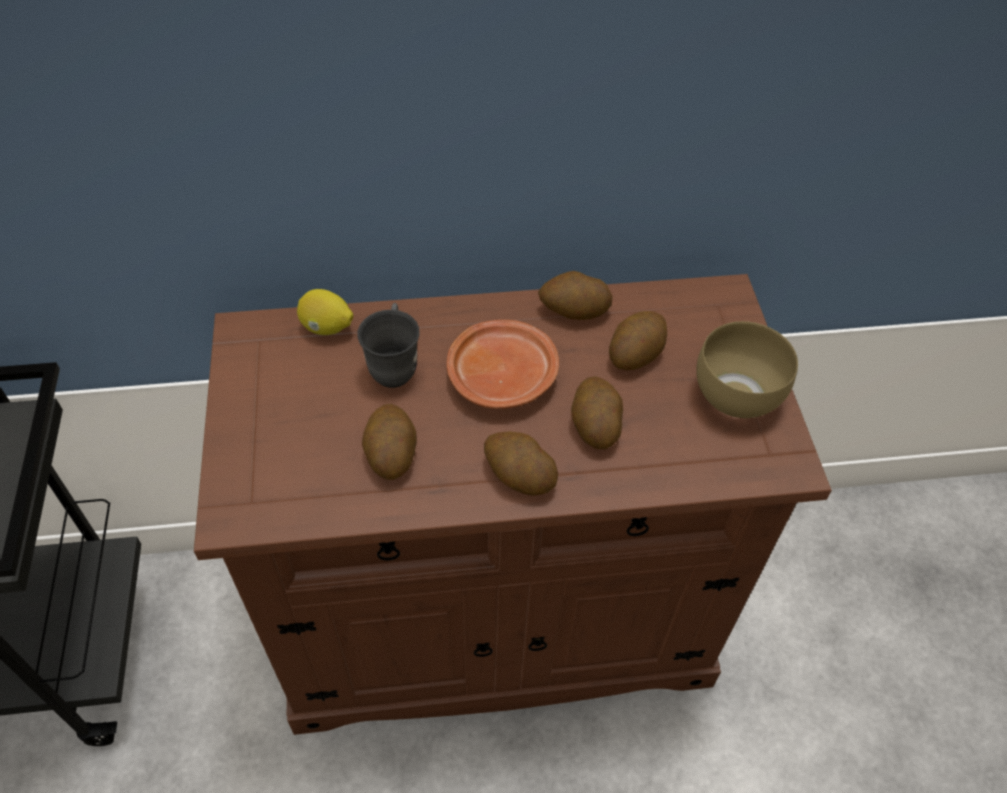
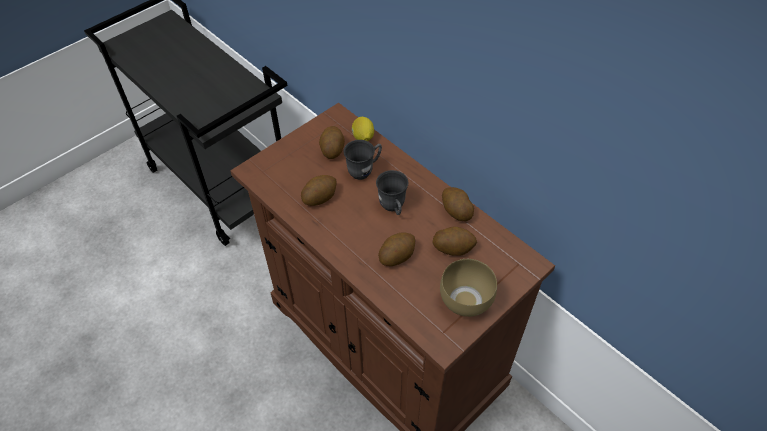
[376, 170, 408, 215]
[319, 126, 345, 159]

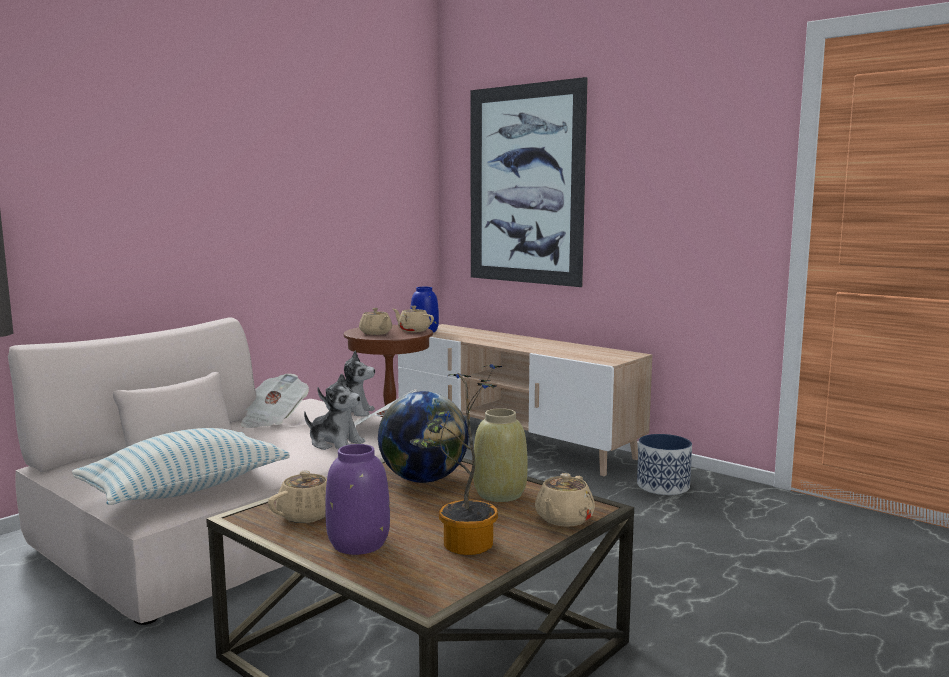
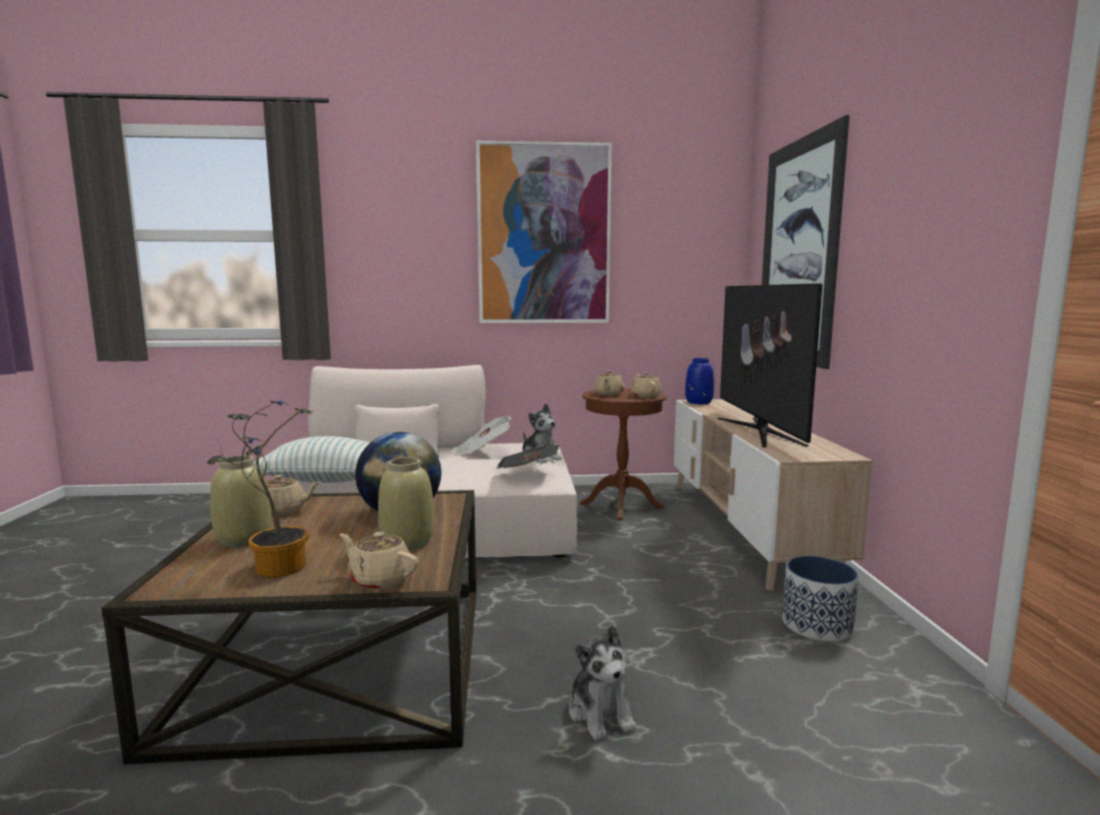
[569, 625, 637, 741]
[210, 455, 271, 547]
[340, 532, 419, 589]
[476, 141, 612, 323]
[717, 283, 823, 447]

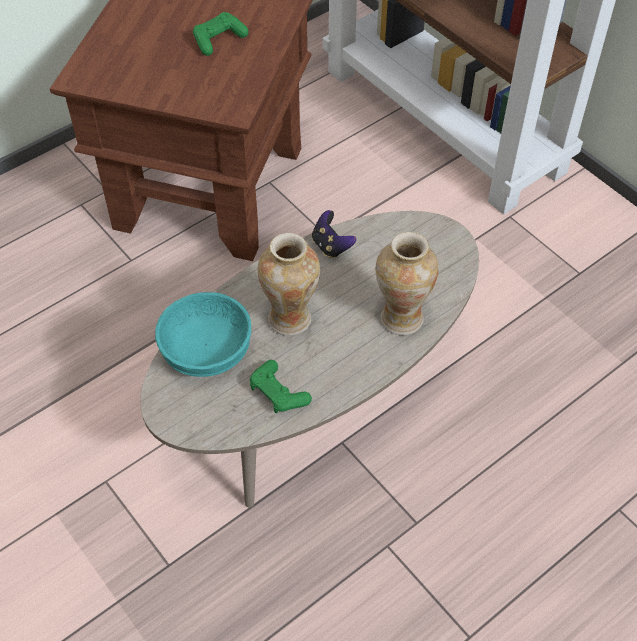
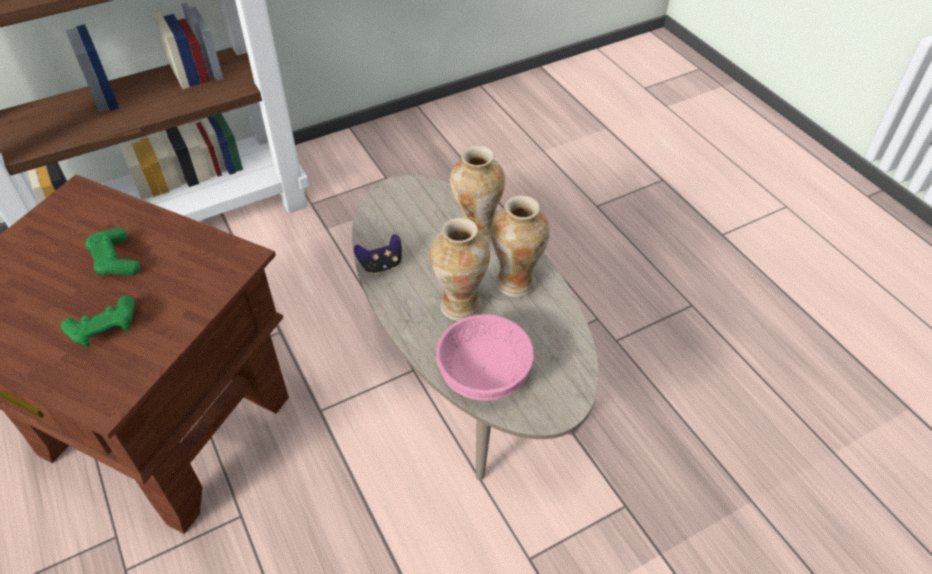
[436, 314, 534, 401]
[61, 296, 134, 347]
[491, 195, 550, 297]

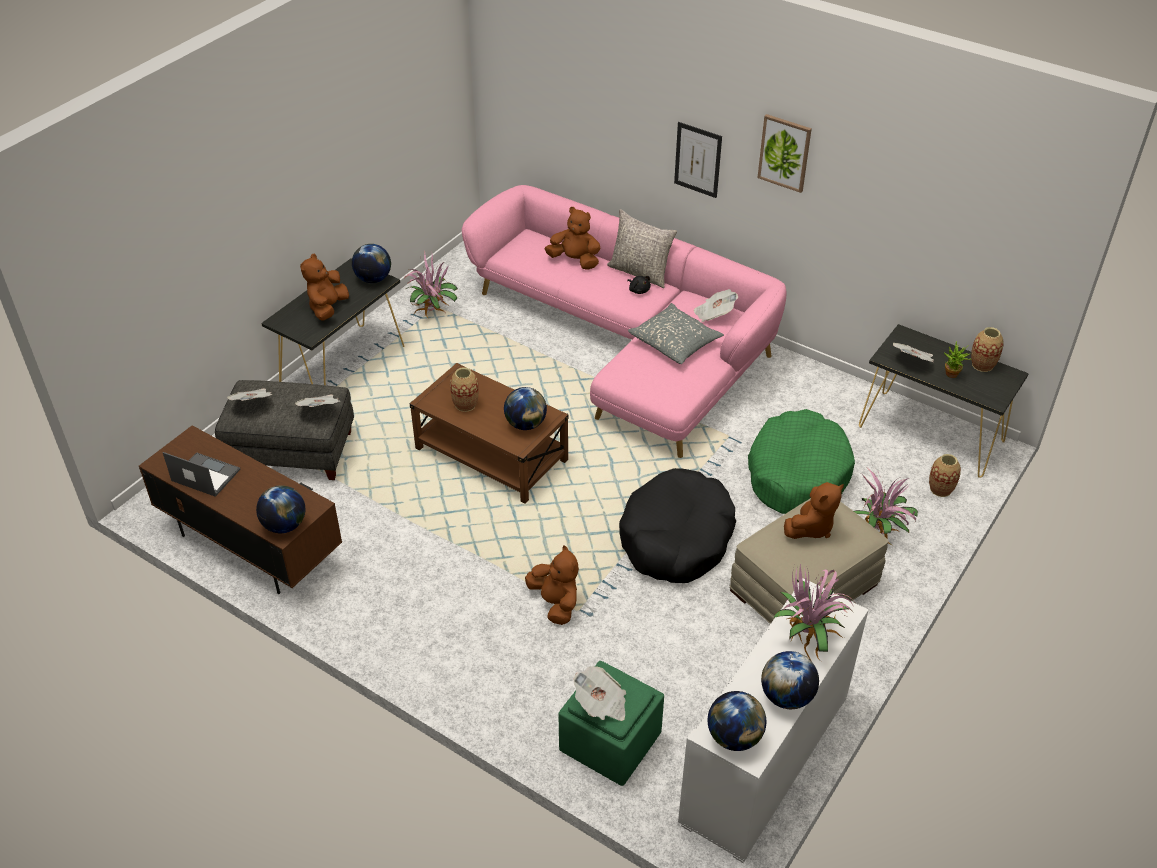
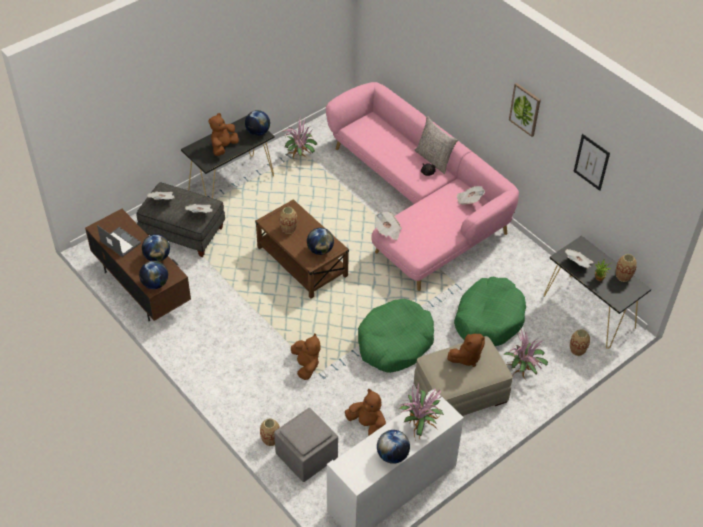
[345, 389, 386, 436]
[274, 408, 338, 482]
[375, 212, 402, 240]
[358, 299, 434, 373]
[628, 303, 724, 364] (first image)
[574, 134, 610, 191]
[142, 234, 170, 262]
[260, 418, 280, 446]

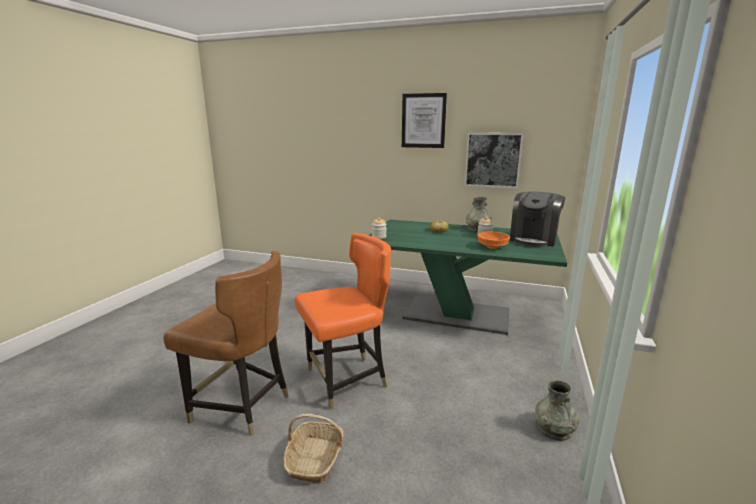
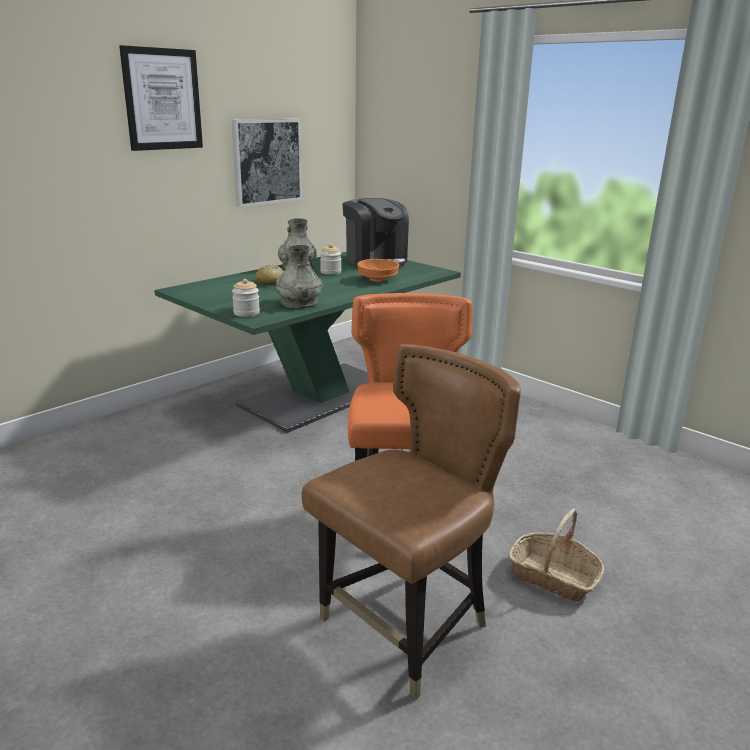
[276, 245, 323, 309]

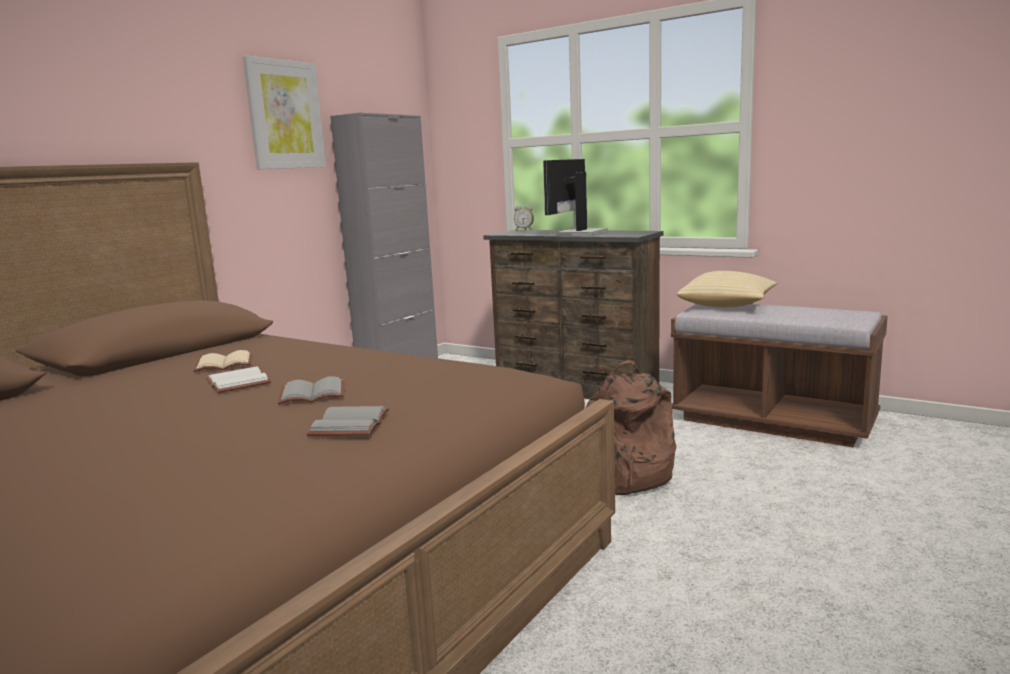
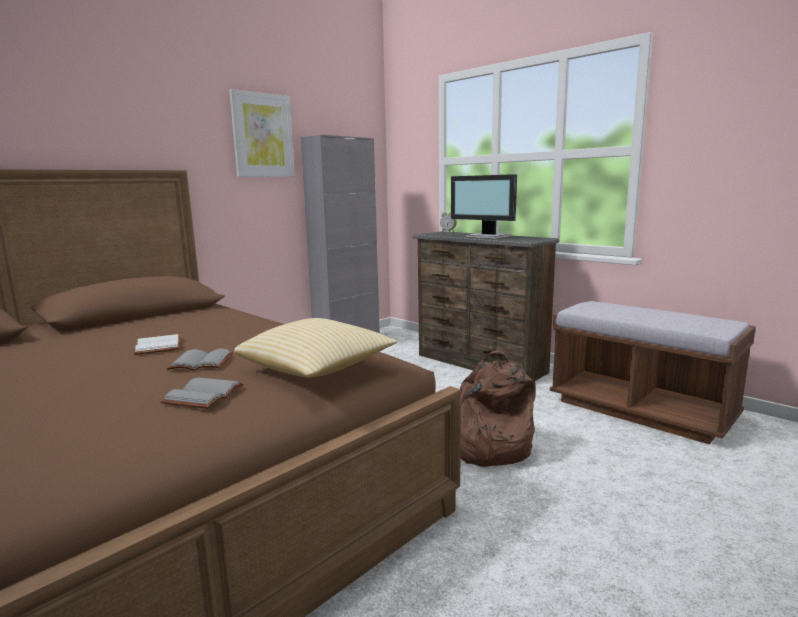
[194, 350, 253, 372] (first image)
[451, 174, 517, 239]
[234, 318, 397, 377]

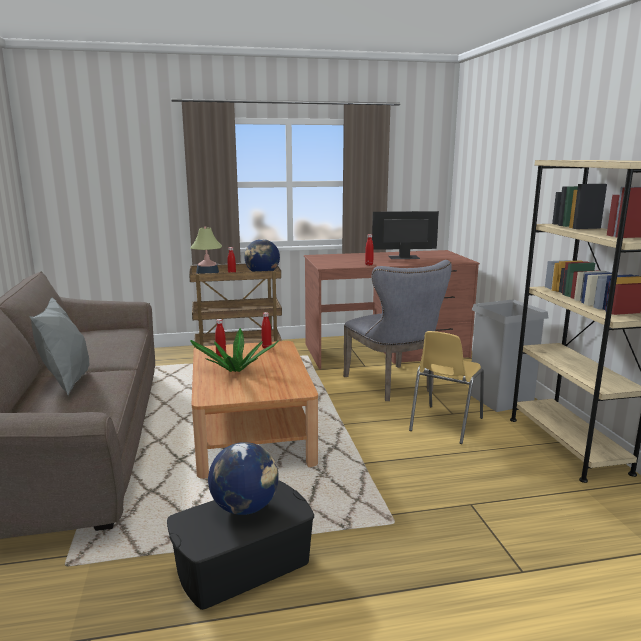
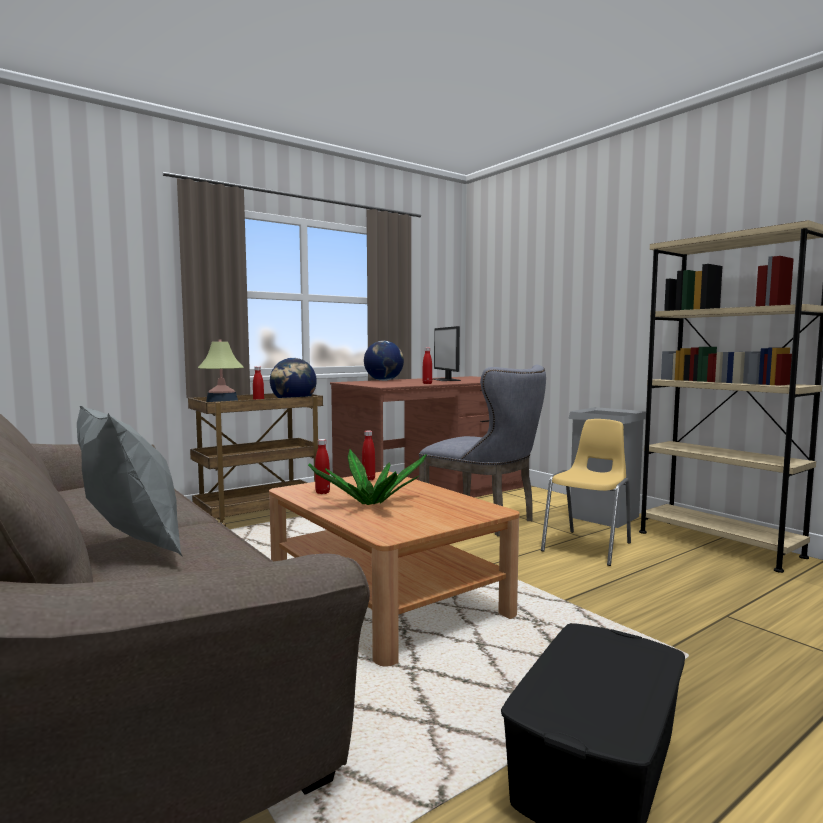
[364, 341, 404, 381]
[432, 326, 461, 381]
[541, 419, 631, 566]

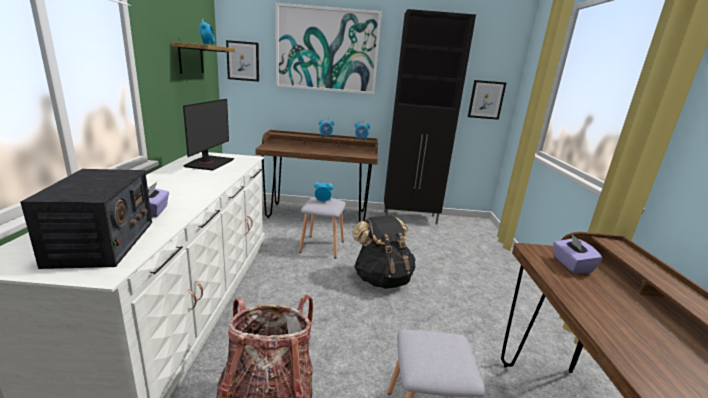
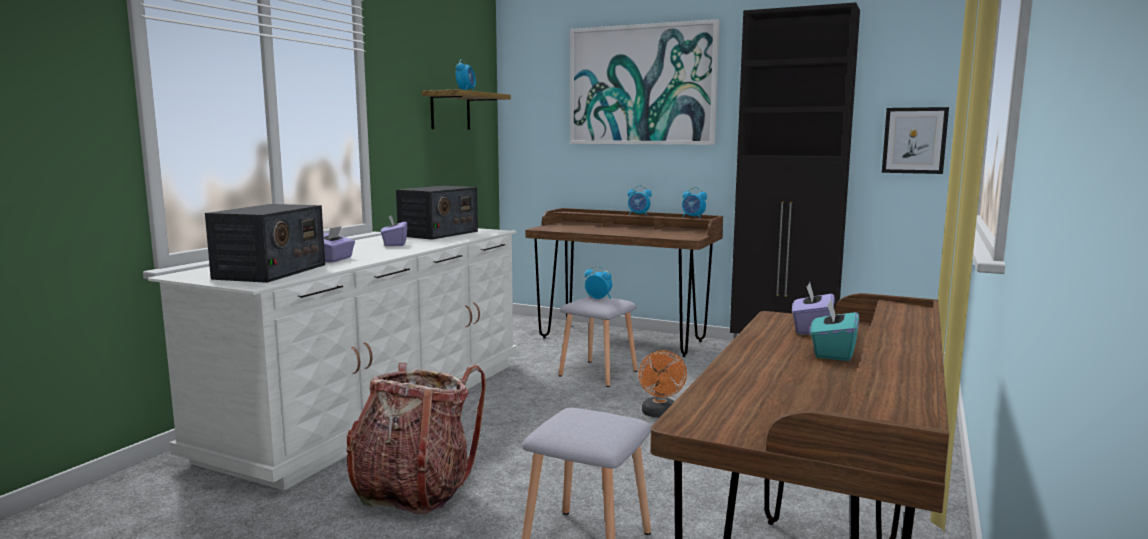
[396, 186, 478, 240]
[226, 40, 259, 82] (first image)
[639, 350, 687, 418]
[381, 215, 407, 246]
[811, 299, 859, 361]

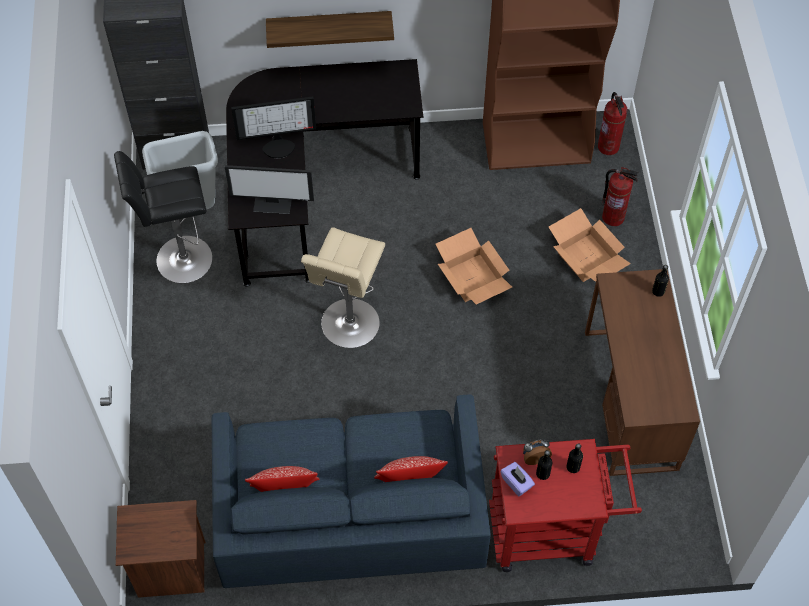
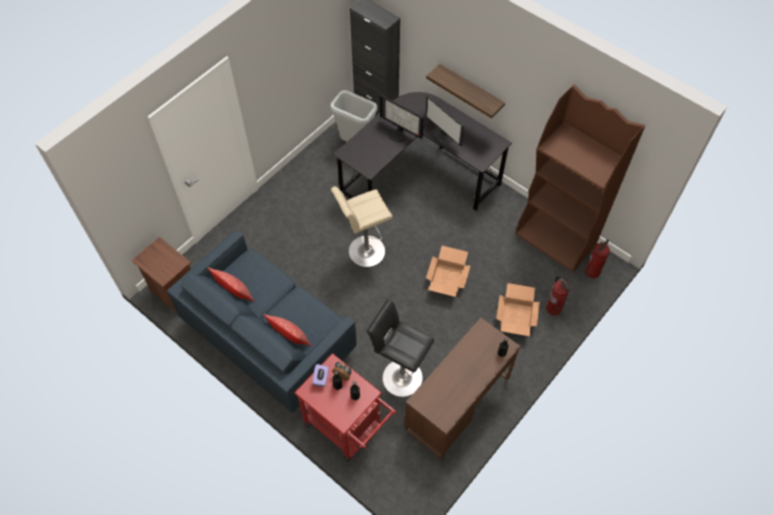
[367, 299, 434, 397]
[425, 95, 464, 146]

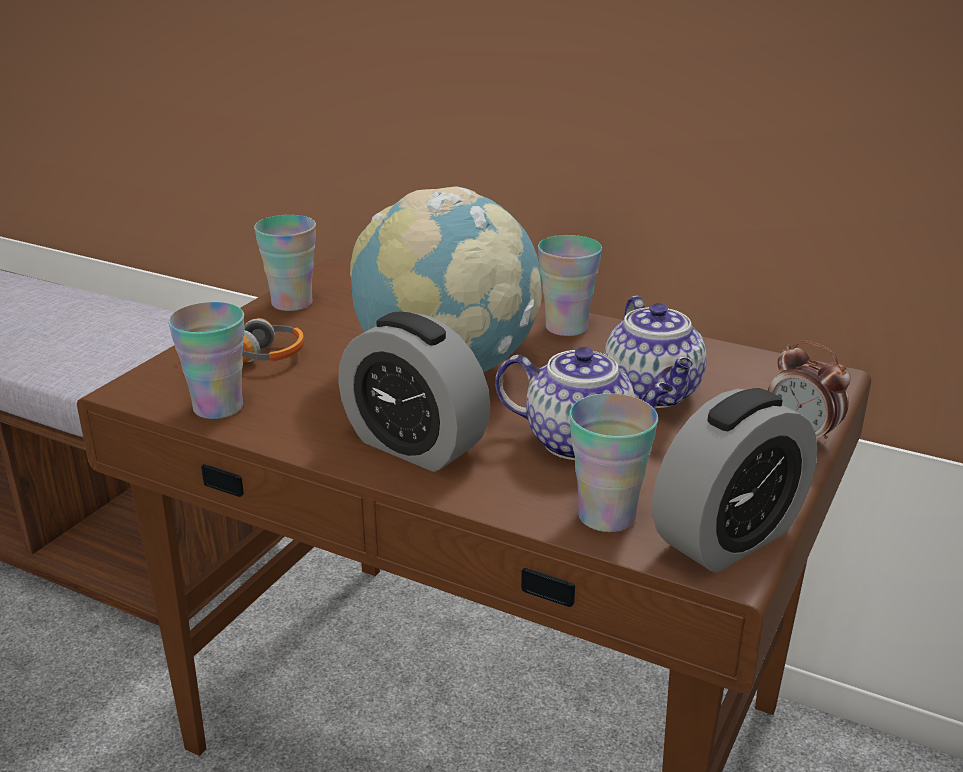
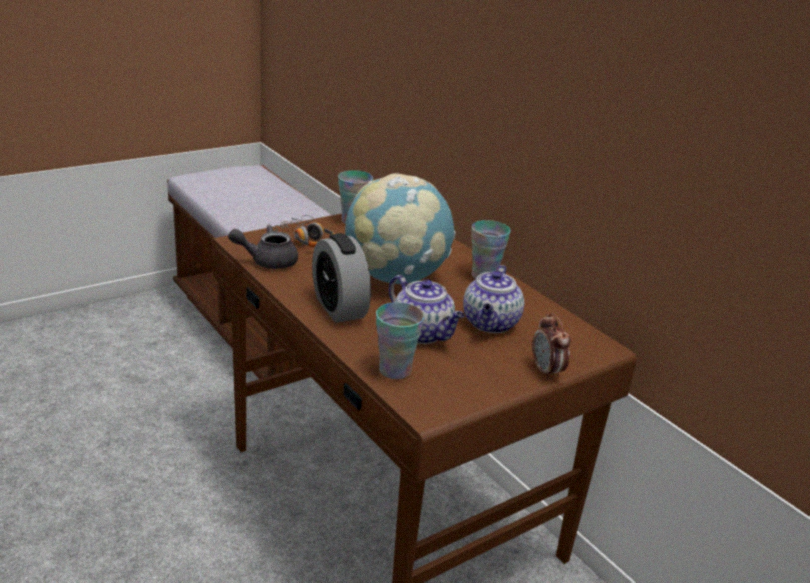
[228, 225, 298, 269]
[652, 388, 818, 573] (first image)

